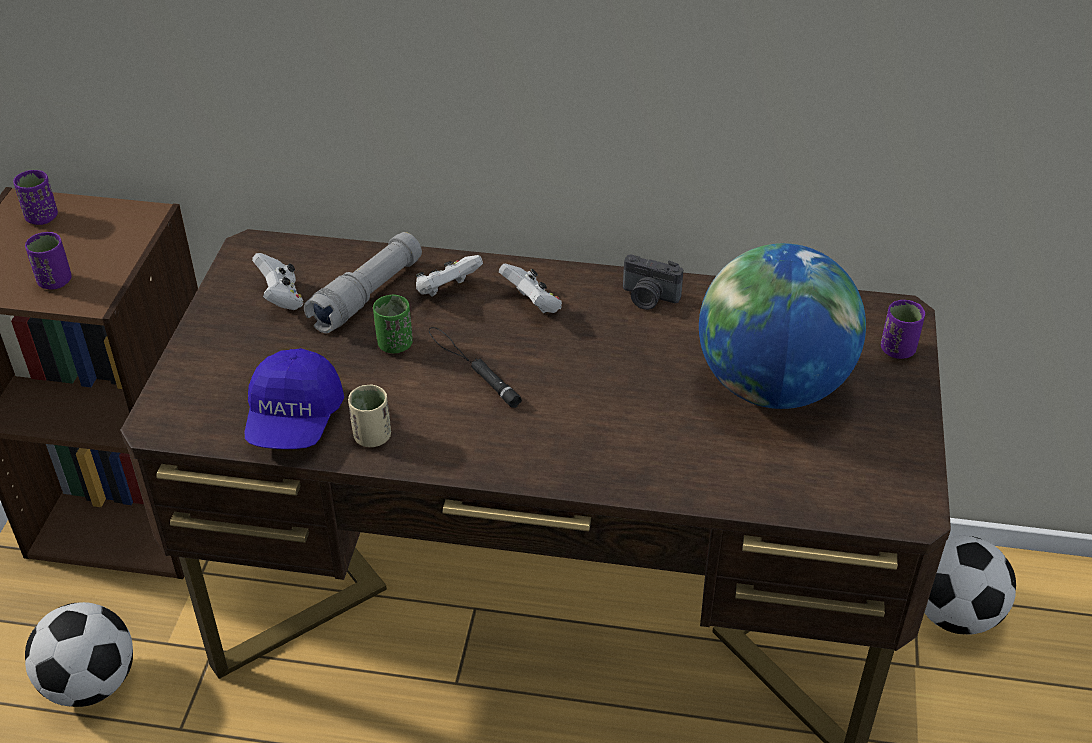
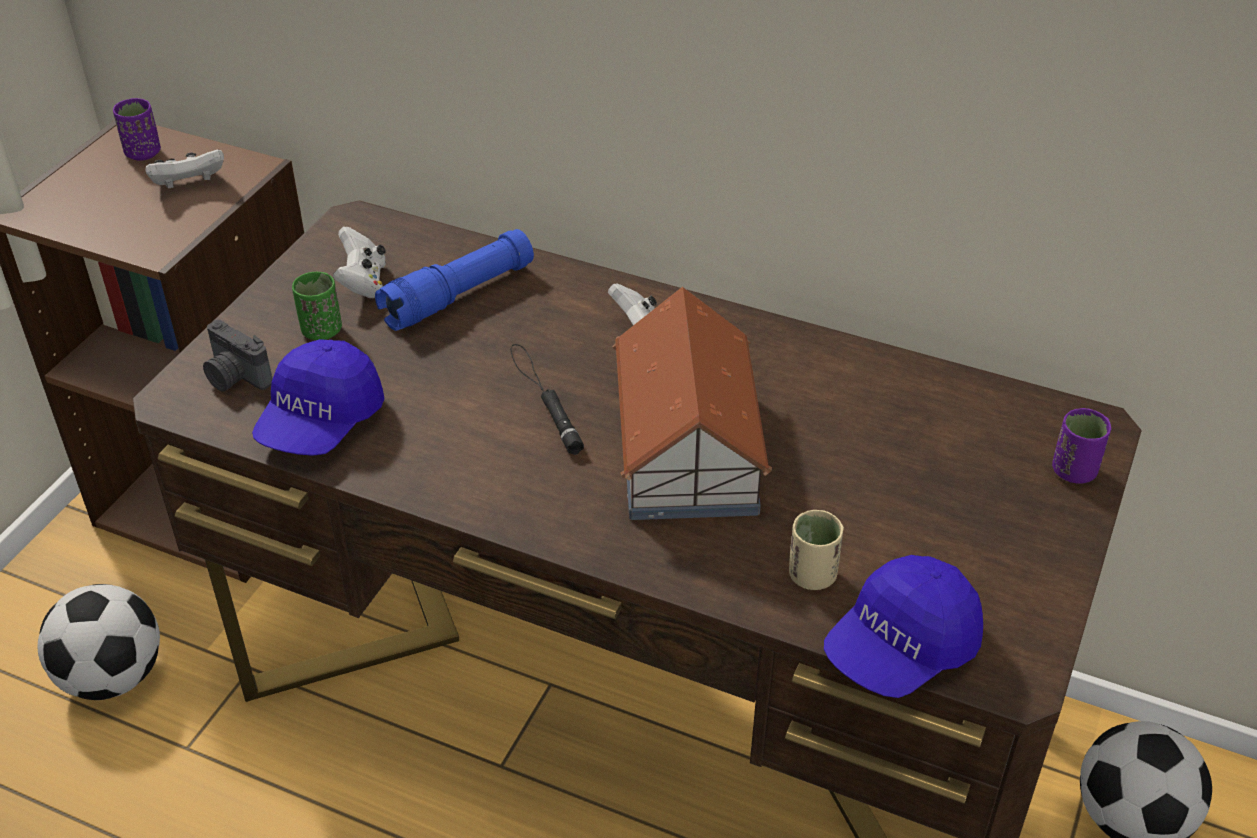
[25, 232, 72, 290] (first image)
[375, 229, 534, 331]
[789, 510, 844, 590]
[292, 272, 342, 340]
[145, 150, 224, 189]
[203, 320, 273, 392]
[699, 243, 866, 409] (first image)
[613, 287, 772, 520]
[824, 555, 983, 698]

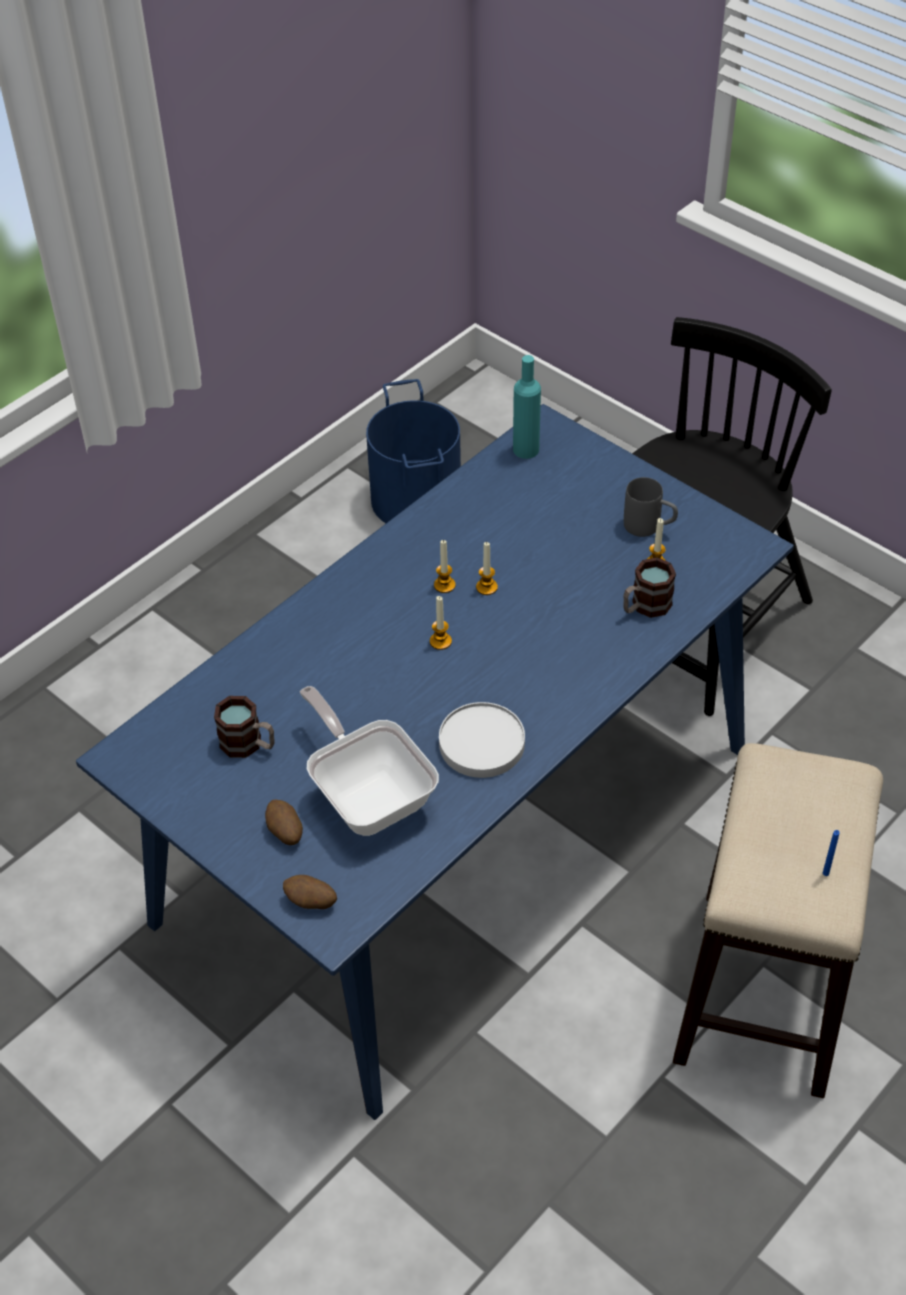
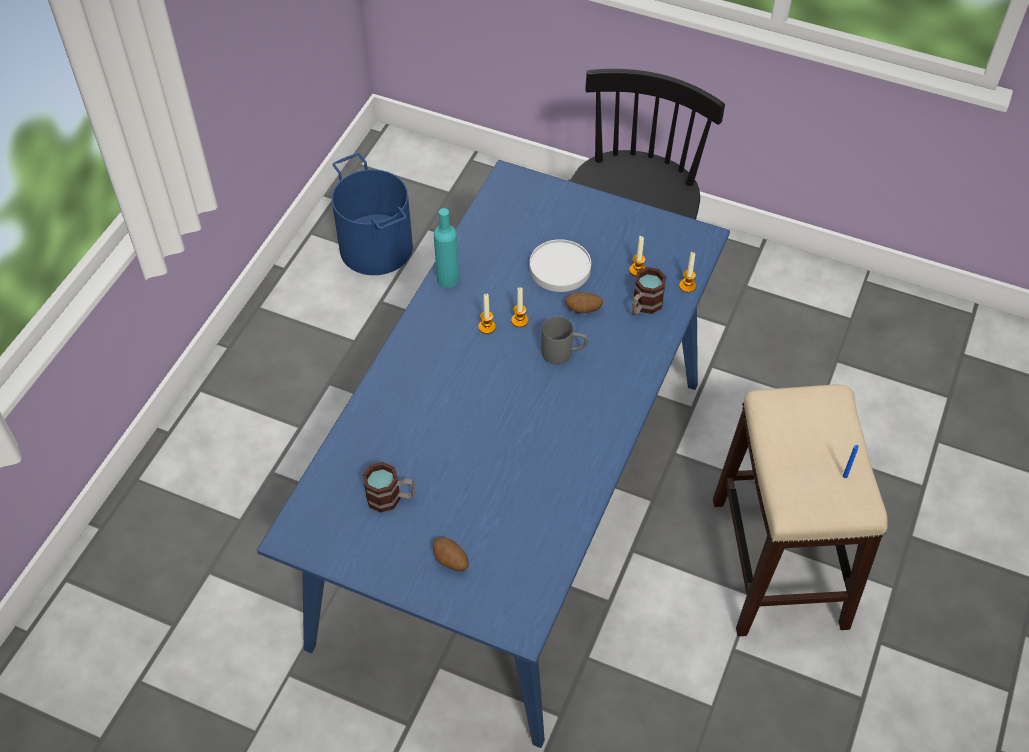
[565, 292, 603, 313]
[300, 686, 439, 836] (first image)
[679, 252, 696, 292]
[530, 239, 591, 292]
[434, 208, 459, 288]
[542, 316, 588, 365]

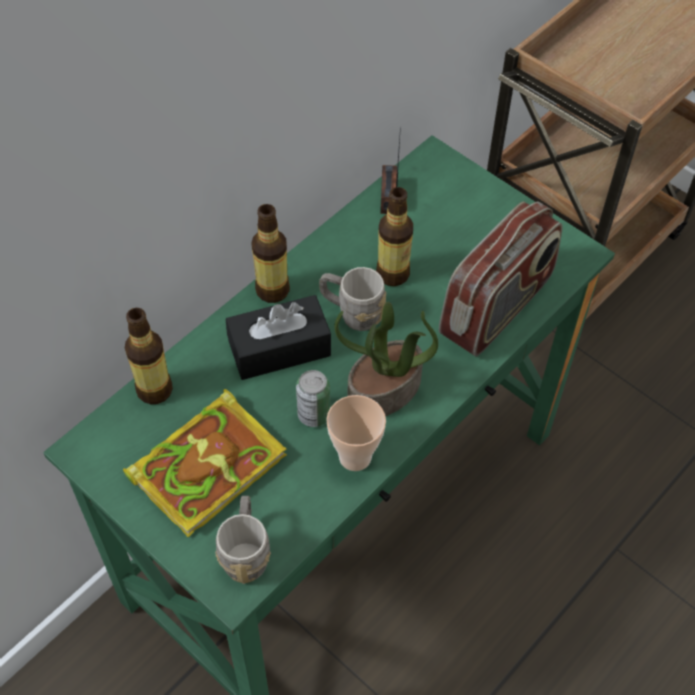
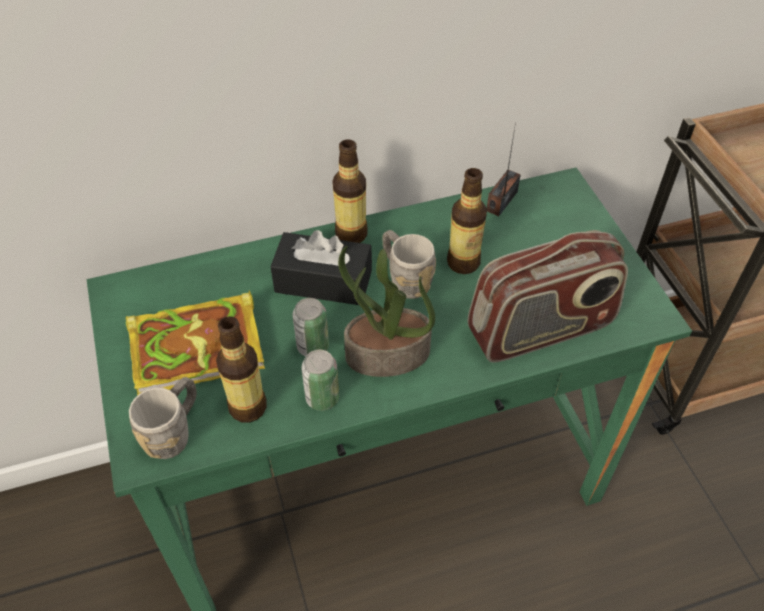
[216, 316, 267, 423]
[302, 350, 339, 411]

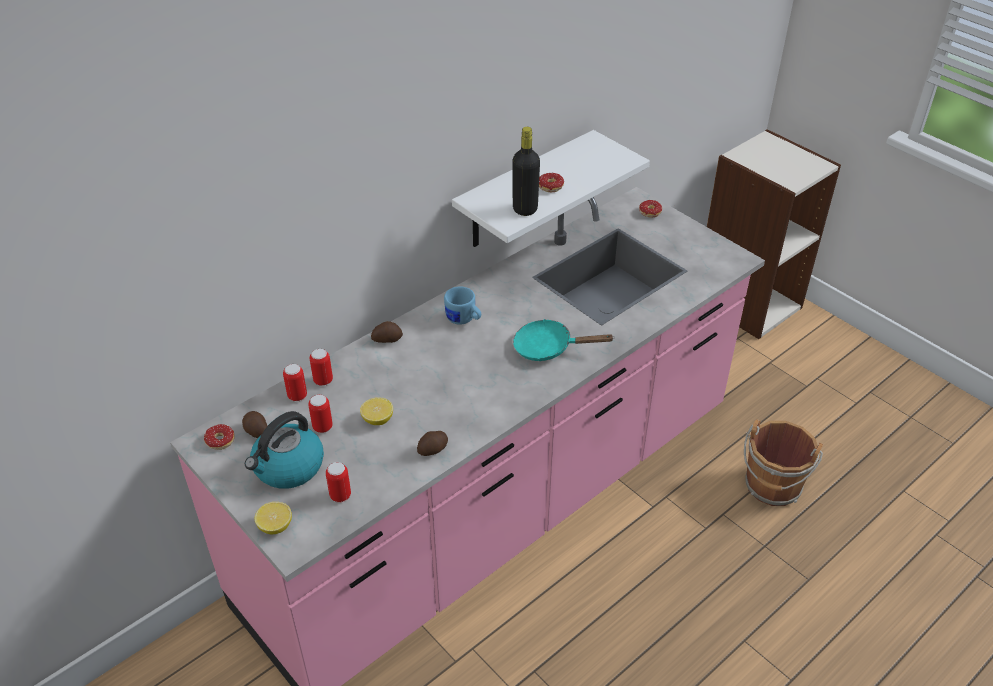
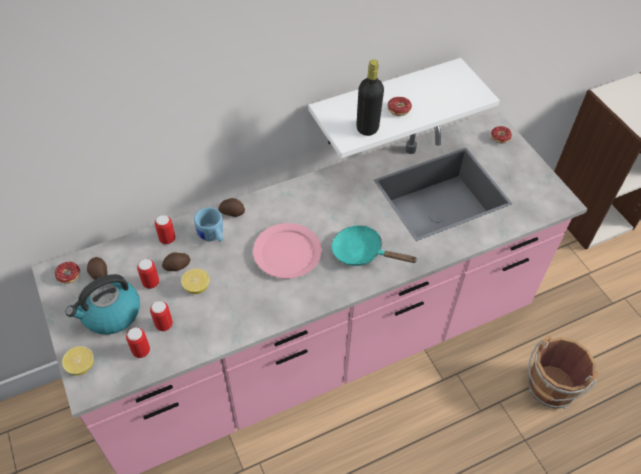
[150, 301, 173, 331]
[162, 252, 191, 271]
[194, 207, 223, 242]
[253, 223, 322, 279]

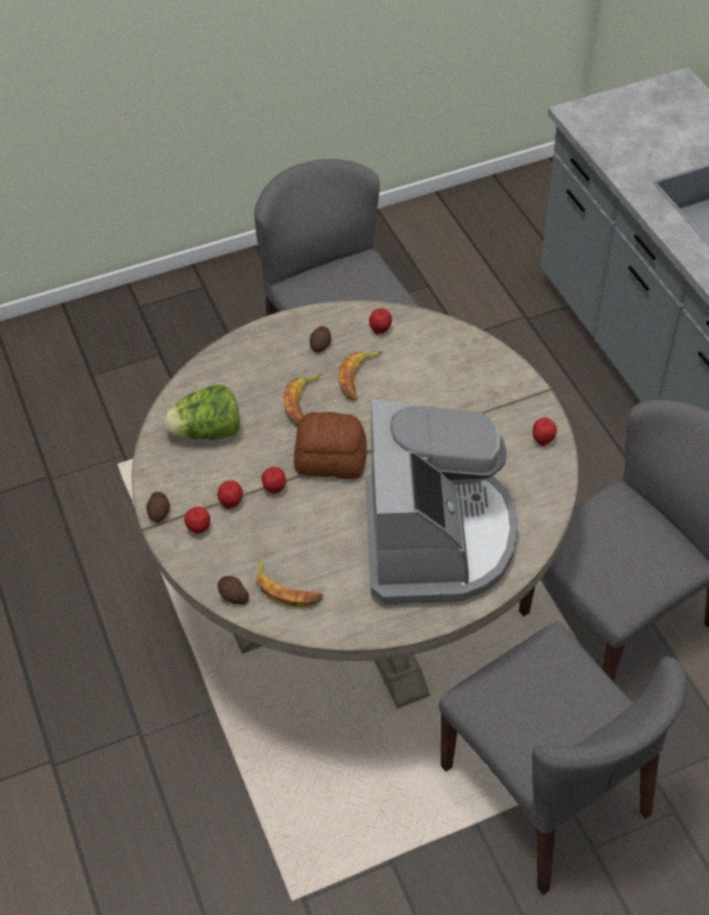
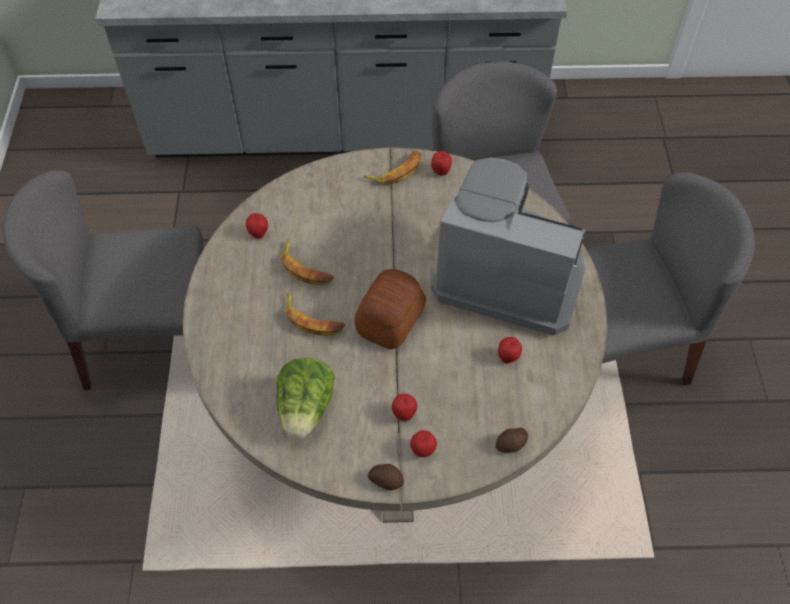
[363, 150, 421, 185]
[498, 337, 522, 364]
[310, 326, 331, 353] (first image)

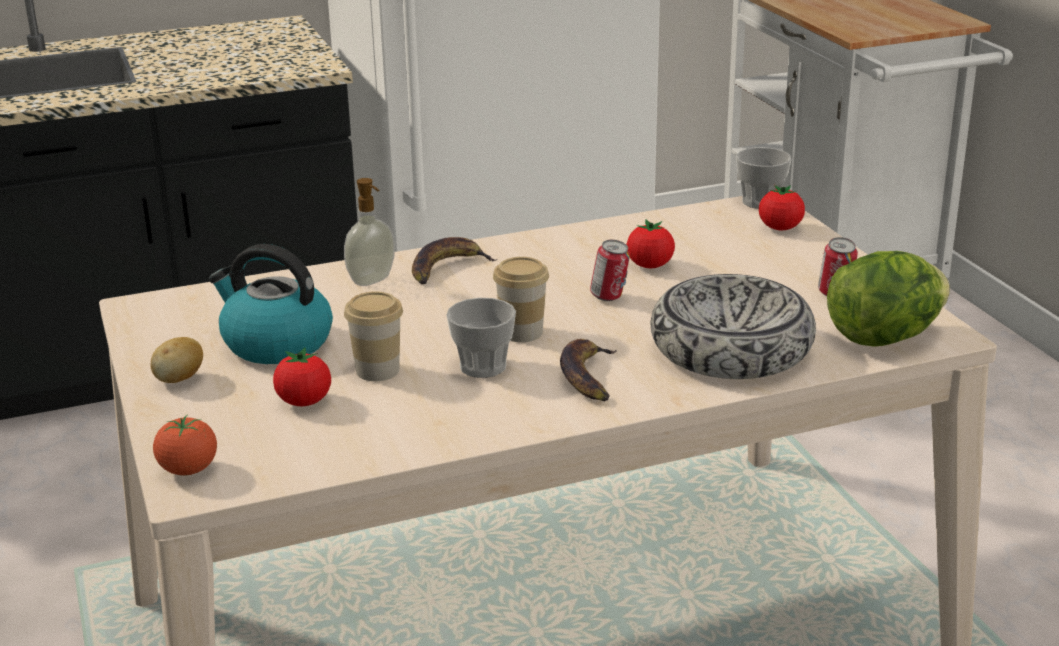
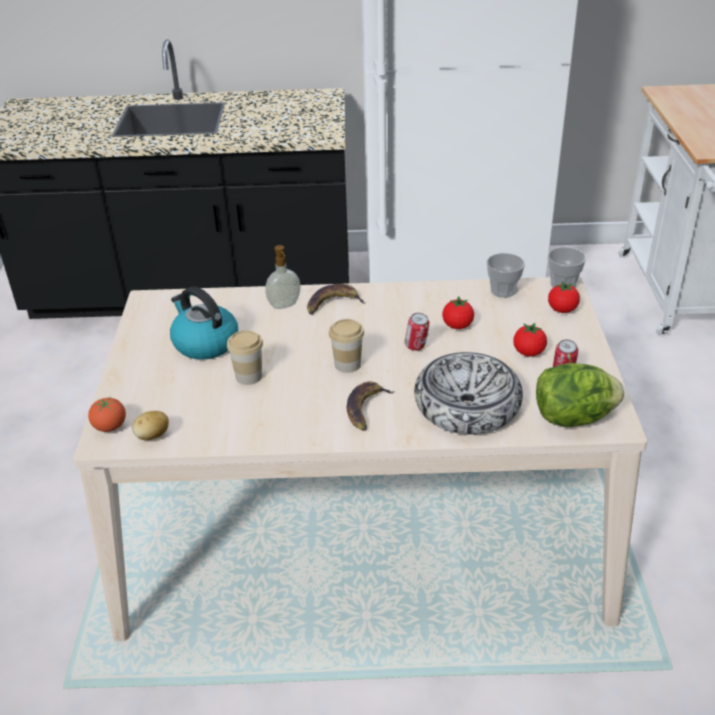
[132, 411, 169, 440]
[513, 323, 547, 357]
[487, 253, 525, 298]

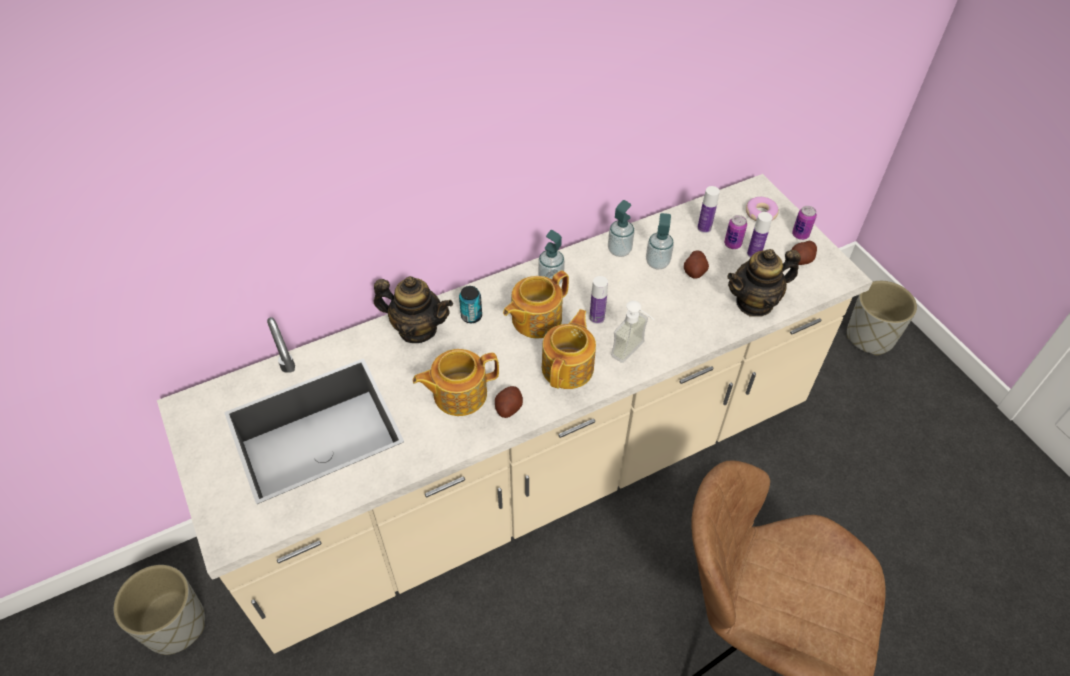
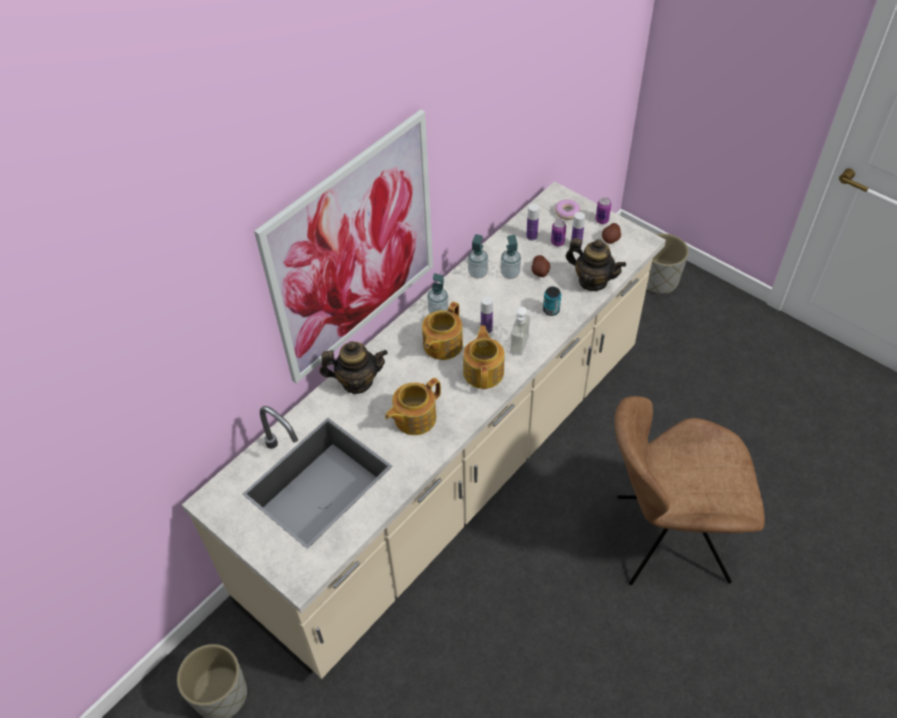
[543, 286, 561, 316]
[495, 386, 523, 418] (first image)
[566, 238, 626, 291]
[254, 109, 433, 384]

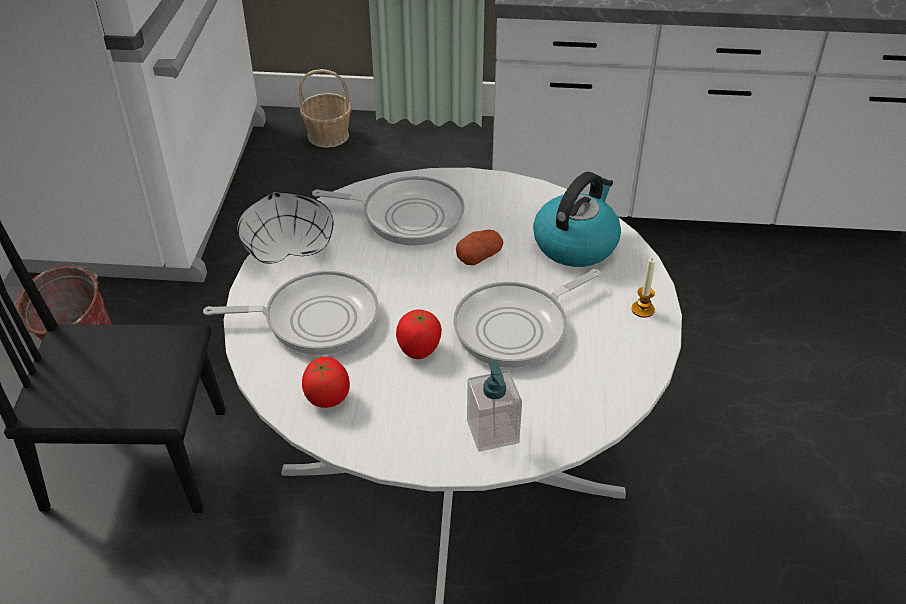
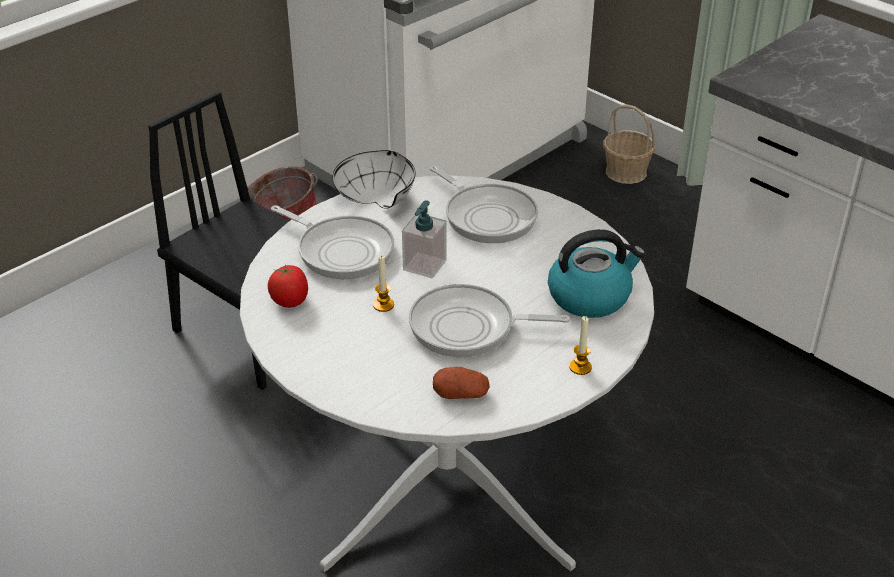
[373, 255, 394, 312]
[433, 367, 490, 399]
[402, 200, 447, 278]

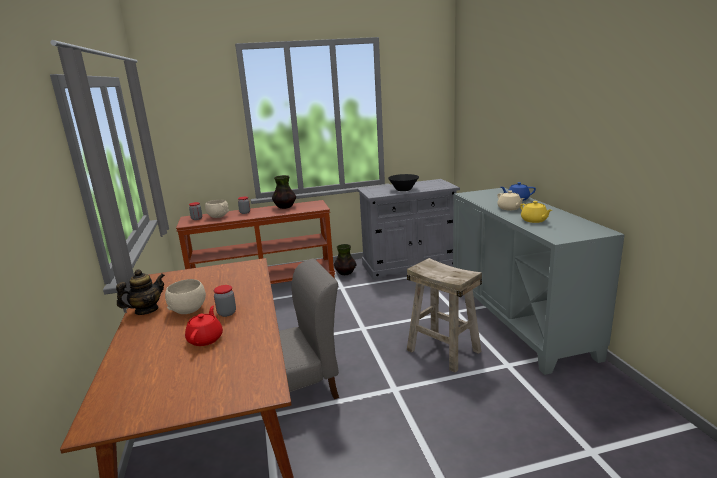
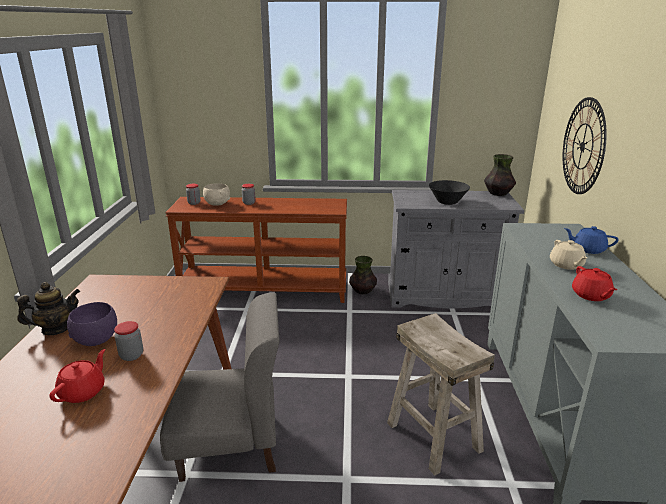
[67, 302, 117, 346]
[484, 154, 516, 196]
[572, 266, 617, 301]
[563, 97, 607, 194]

